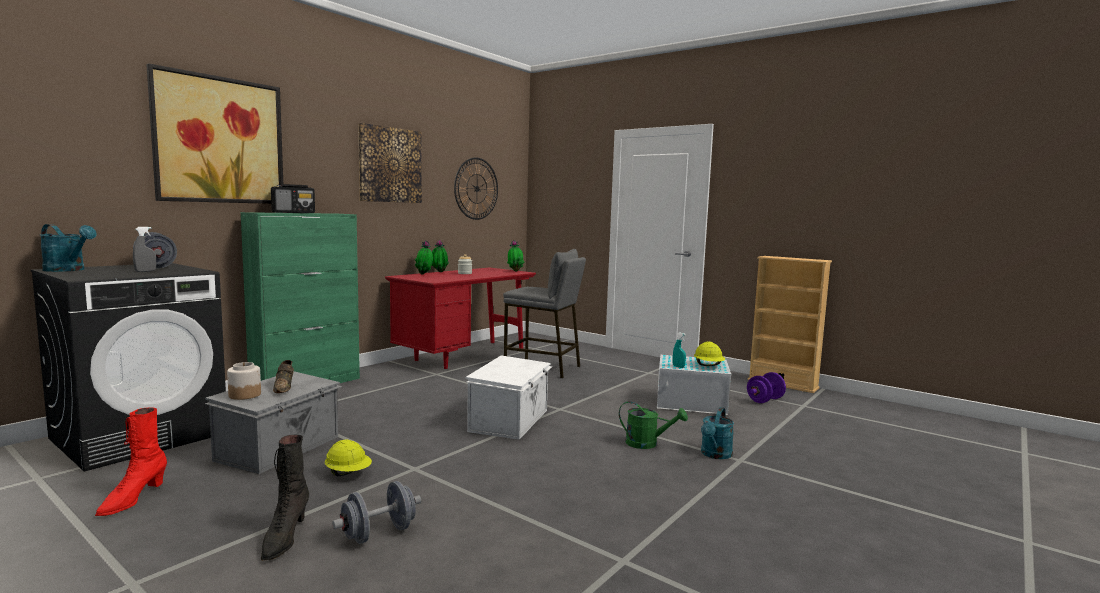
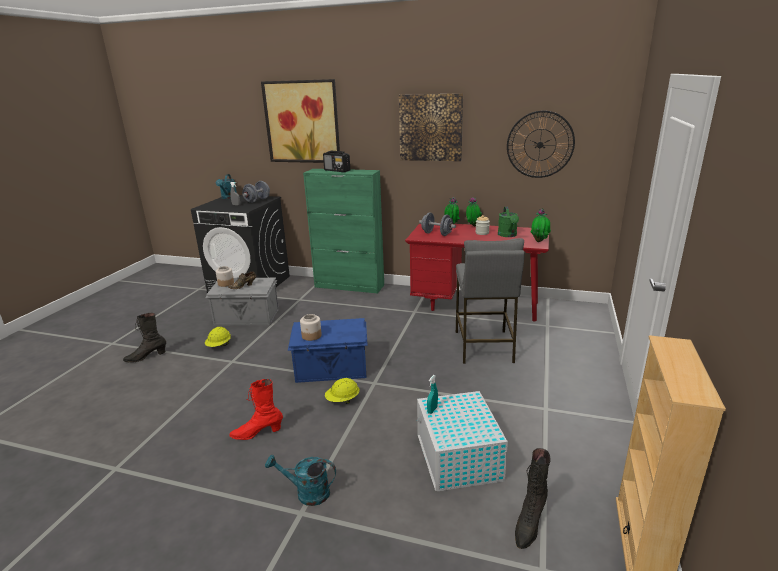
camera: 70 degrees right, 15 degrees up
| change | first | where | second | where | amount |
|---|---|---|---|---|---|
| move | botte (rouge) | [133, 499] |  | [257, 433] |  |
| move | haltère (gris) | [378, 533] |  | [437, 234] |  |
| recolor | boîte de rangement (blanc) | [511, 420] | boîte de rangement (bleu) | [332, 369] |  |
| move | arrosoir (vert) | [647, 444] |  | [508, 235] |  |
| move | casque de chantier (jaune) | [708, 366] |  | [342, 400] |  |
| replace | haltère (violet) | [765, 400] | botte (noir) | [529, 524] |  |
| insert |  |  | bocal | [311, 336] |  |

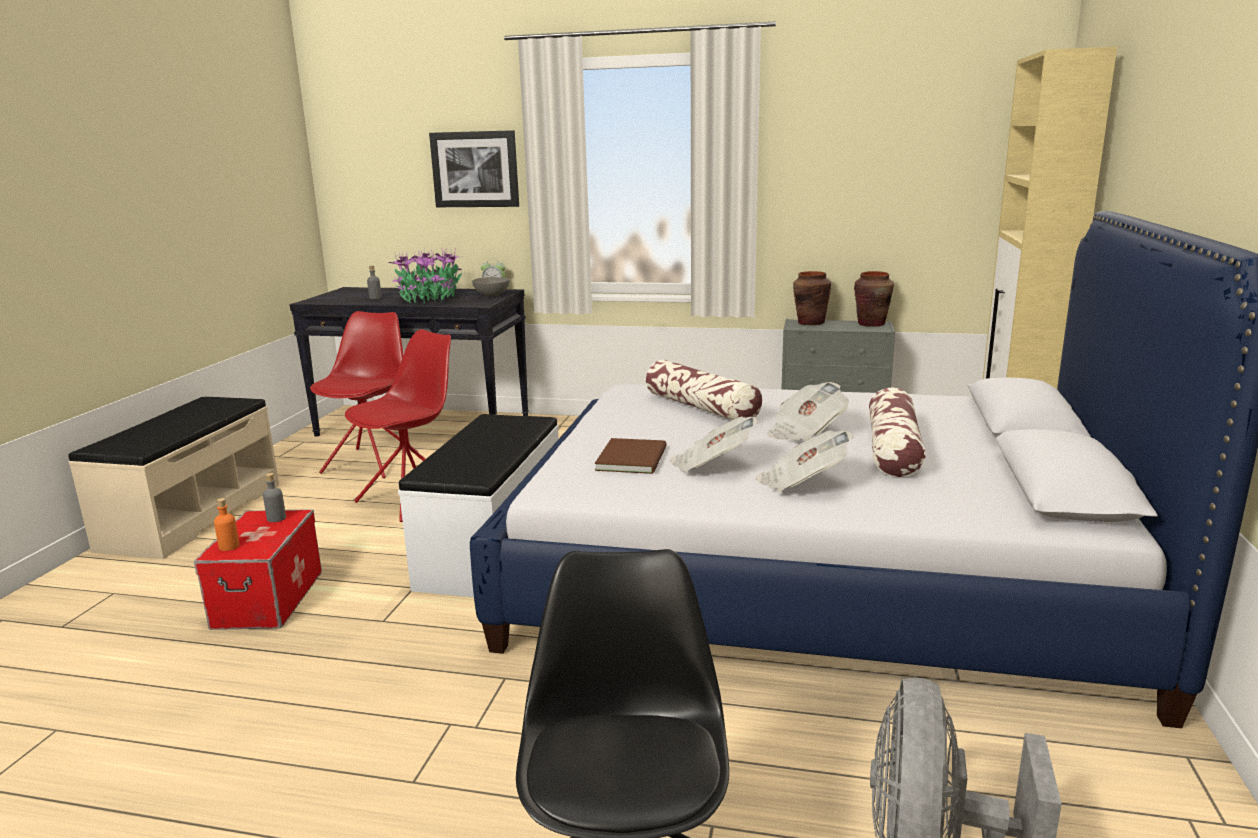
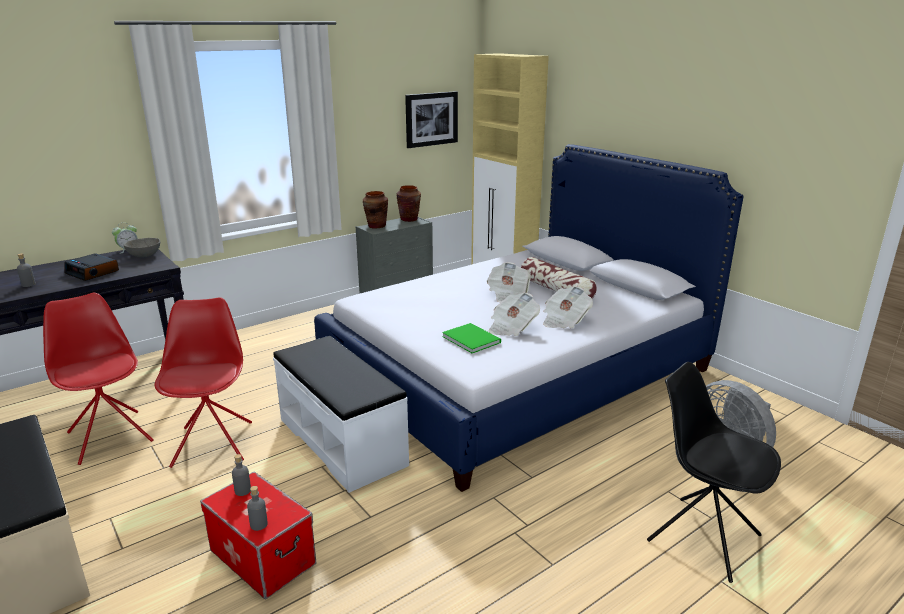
camera: 50 degrees left, 5 degrees up
| change | first | where | second | where | amount |
|---|---|---|---|---|---|
| recolor | bouteille (orange) | [229, 546] | bouteille (gris) | [259, 524] |  |
| replace | plante en pot | [429, 299] | réveil | [93, 272] |  |
| move | tableau | [475, 169] |  | [431, 119] |  |
| recolor | livre (marron) | [634, 458] | livre (vert) | [471, 338] |  |
| delete | coussin | [701, 408] |  |  |  |

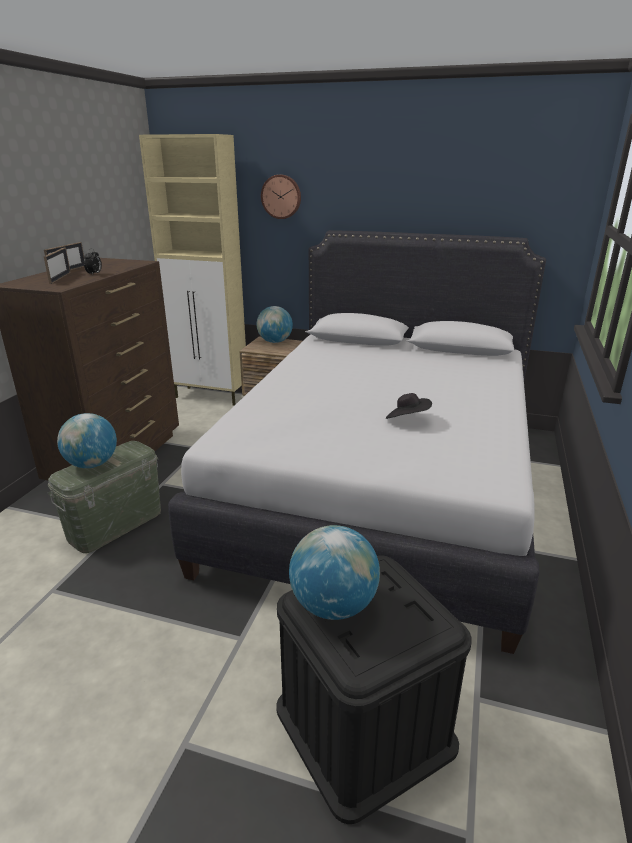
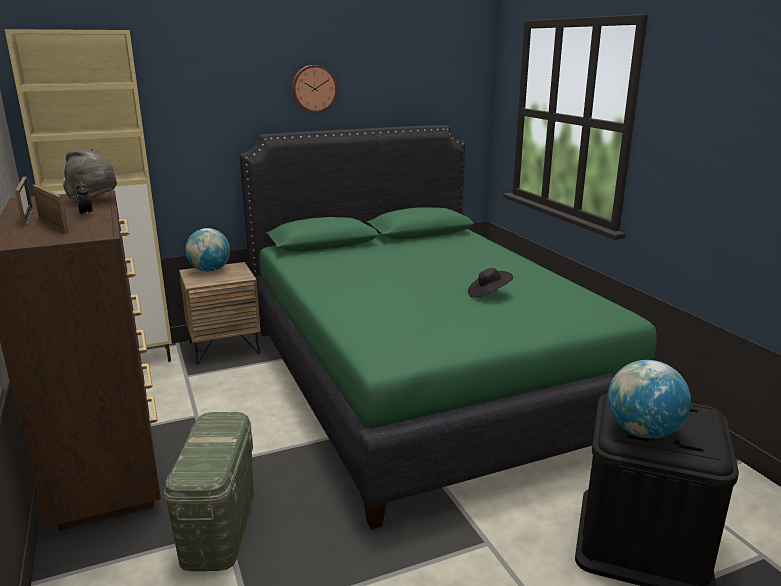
camera: 40 degrees left, 5 degrees down
| change | first | where | second | where | amount |
|---|---|---|---|---|---|
| delete | globe | [92, 464] |  |  |  |
| recolor | lit (blanc) | [381, 487] | lit (vert) | [422, 380] |  |
| move | horloge murale | [281, 196] |  | [313, 88] |  |
| insert |  |  | chapeau (gris) | [95, 201] |  |

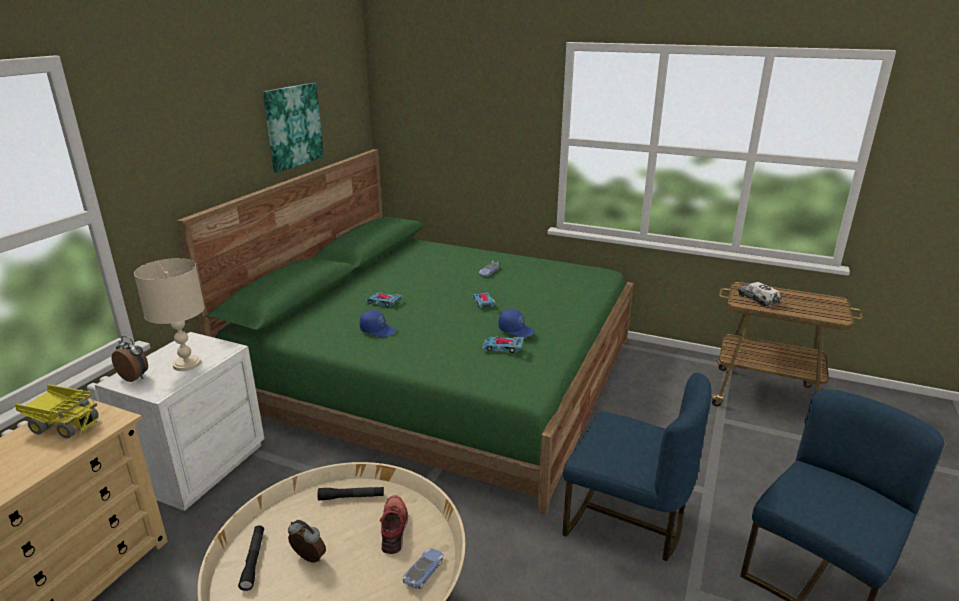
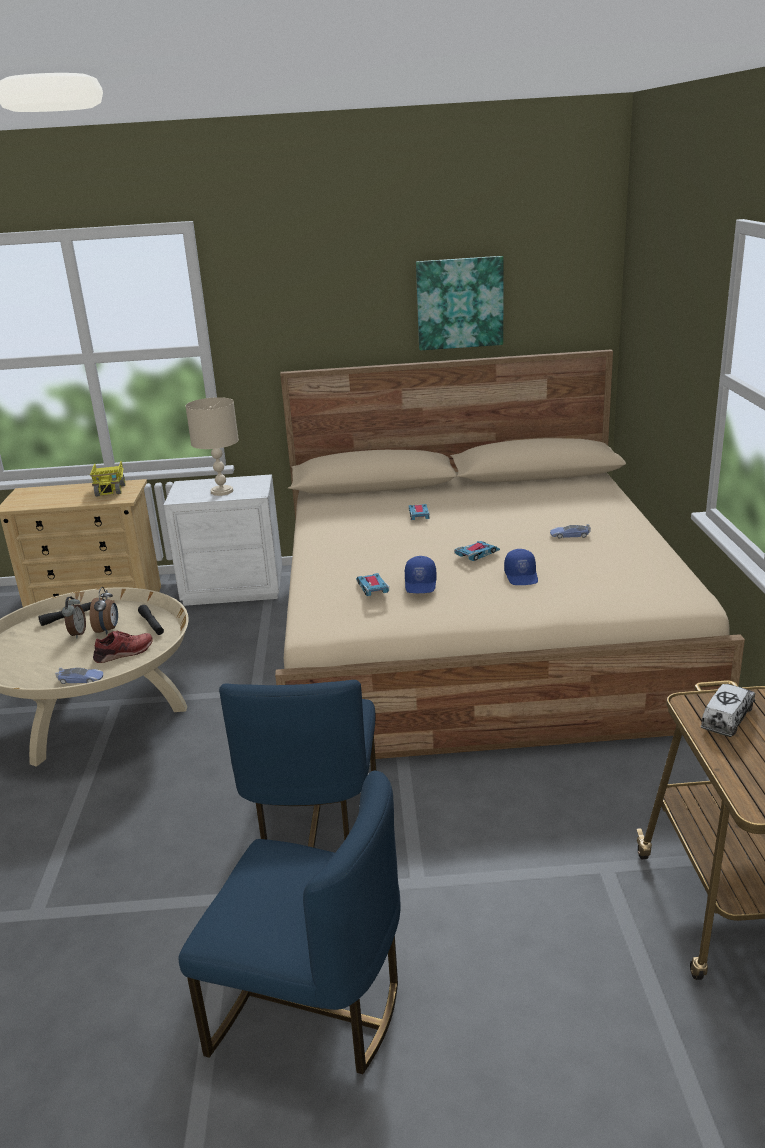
camera: 65 degrees right, 0 degrees up
| change | first | where | second | where | amount |
|---|---|---|---|---|---|
| move | réveil | [135, 377] |  | [108, 630] |  |
| recolor | lit (vert) | [441, 374] | lit (beige) | [475, 633] |  |
| move | casquette (bleu) | [378, 330] |  | [522, 576] |  |

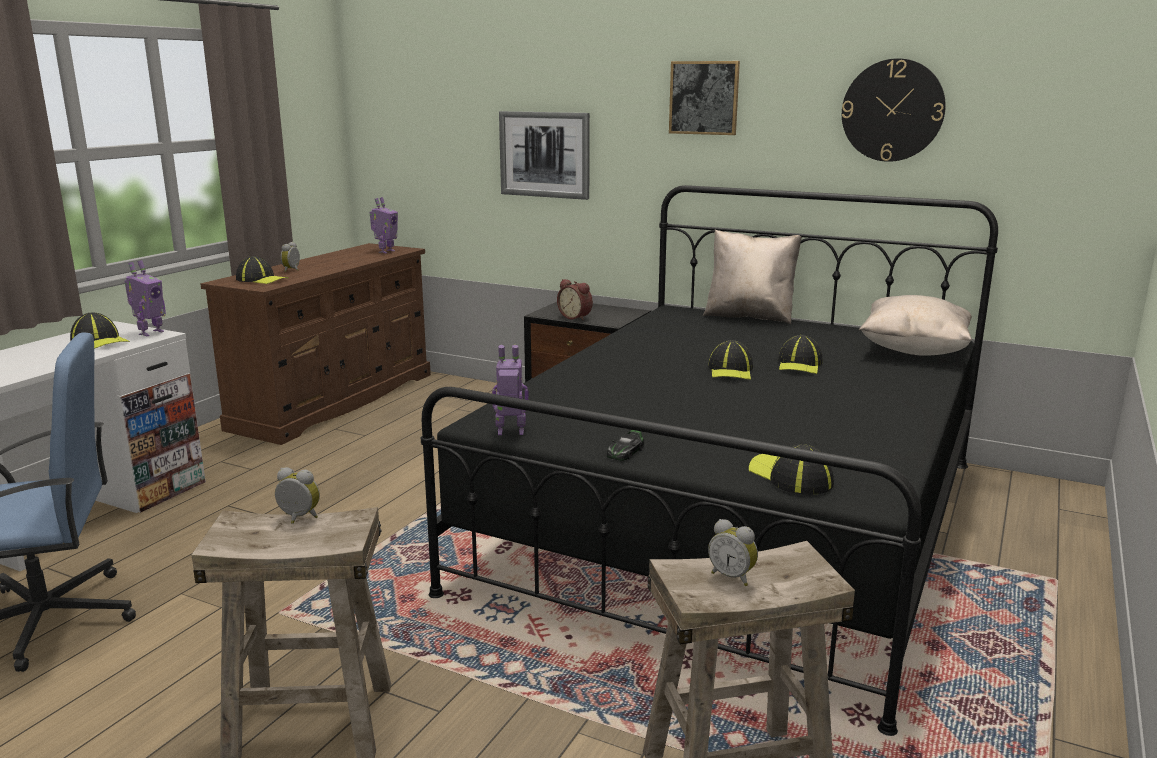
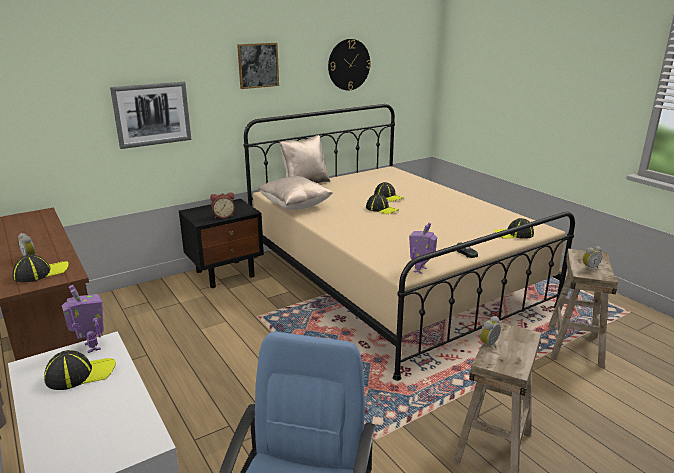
camera: 60 degrees left, 5 degrees up
| change | first | where | second | where | amount |
|---|---|---|---|---|---|
| delete | robot jouet | [385, 251] |  |  |  |
| recolor | lit (noir) | [735, 521] | lit (beige) | [391, 280] |  |
| move | coussin (beige) | [914, 351] |  | [295, 206] |  |

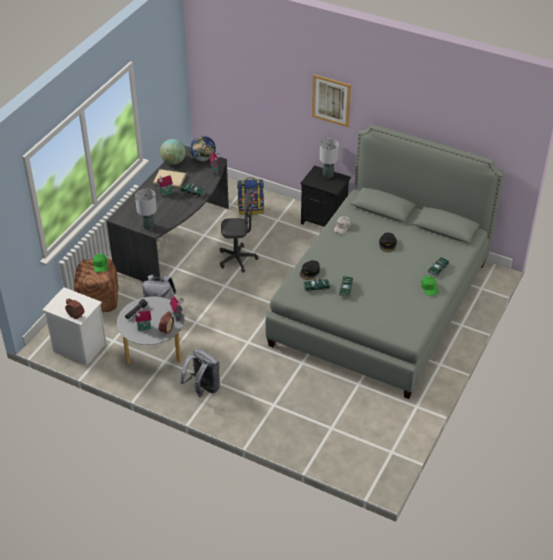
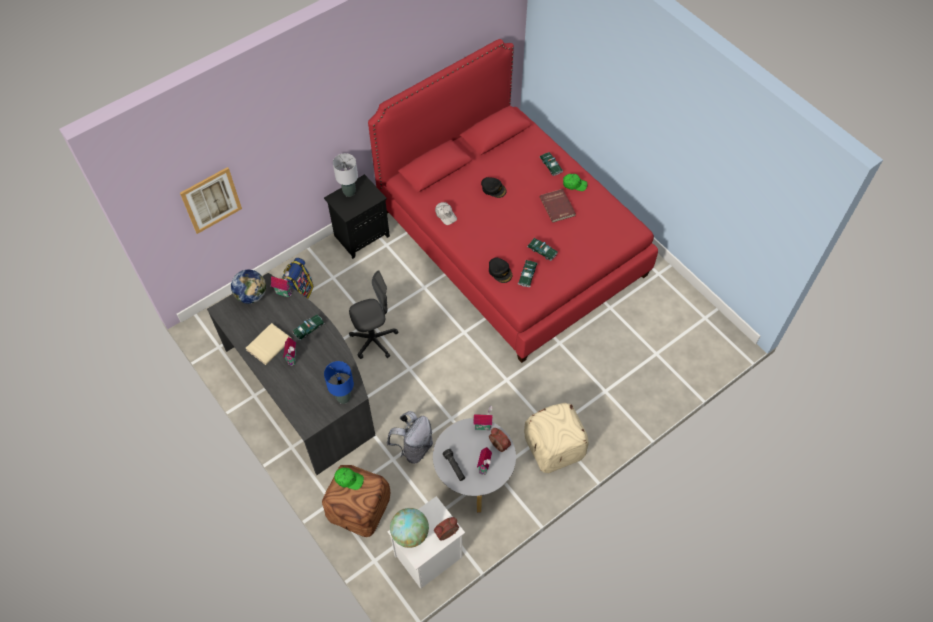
camera: 65 degrees left, 15 degrees up
| change | first | where | second | where | amount |
|---|---|---|---|---|---|
| recolor | lampe de table (gris) | [148, 226] | lampe de table (bleu) | [343, 398] |  |
| move | globe | [173, 162] |  | [410, 534] |  |
| replace | sac à dos (gris) | [203, 388] | pouf (beige) | [553, 448] |  |
| rotate | chaise de bureau (gris) | [237, 259] |  | [374, 340] | 45 degrees clockwise |
| recolor | lit (gris) | [380, 303] | lit (rouge) | [511, 242] |  |
| move | tableau | [331, 100] |  | [211, 200] |  |
| insert |  |  | livre (rouge) | [558, 206] |  |

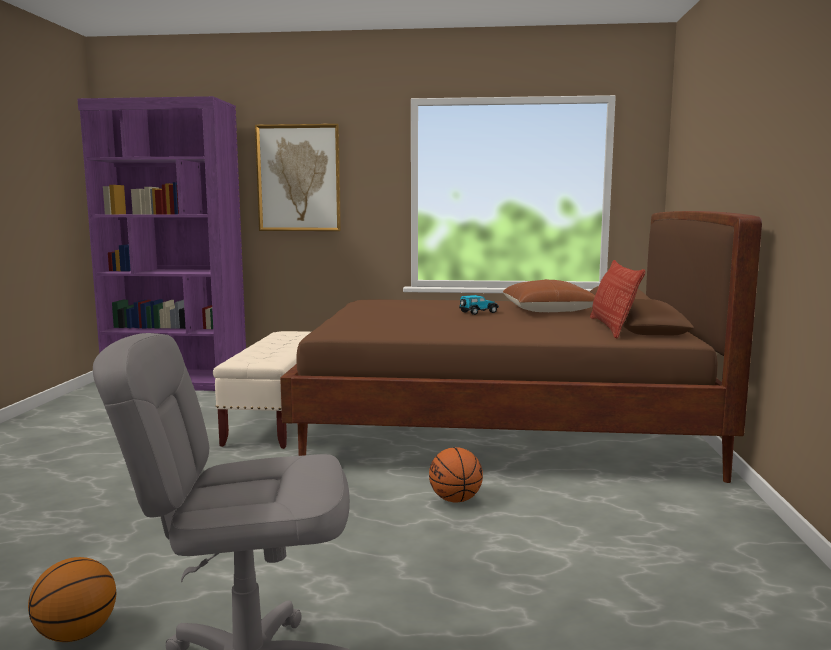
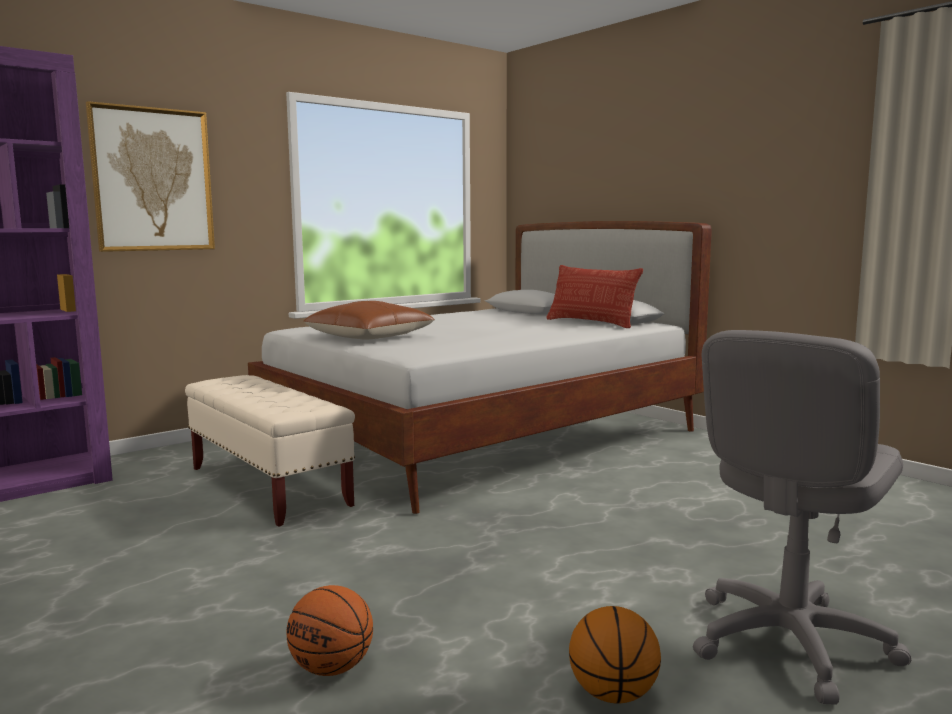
camera: 45 degrees left, 0 degrees up
| change | first | where | second | where | amount |
|---|---|---|---|---|---|
| recolor | lit (marron) | [500, 426] | lit (blanc) | [482, 437] |  |
| move | ballon de basket | [455, 500] |  | [331, 668] |  |
| delete | petite voiture | [477, 312] |  |  |  |
| move | coussin (marron) | [548, 310] |  | [369, 337] |  |

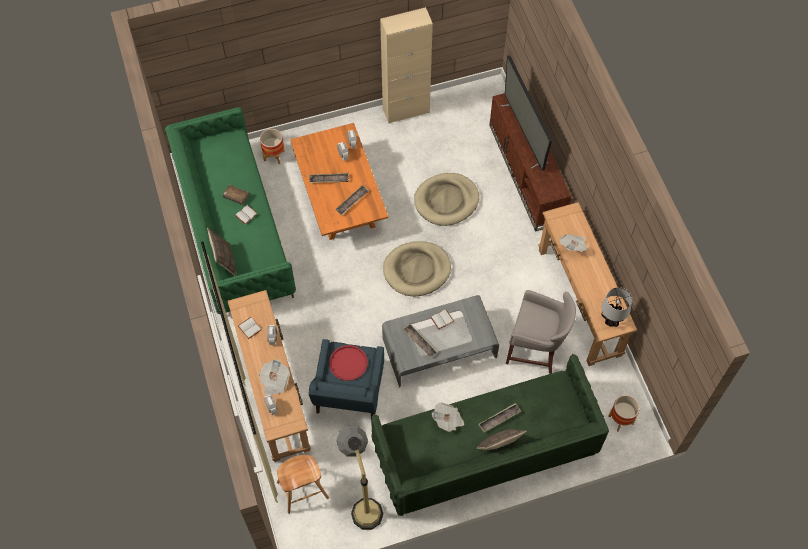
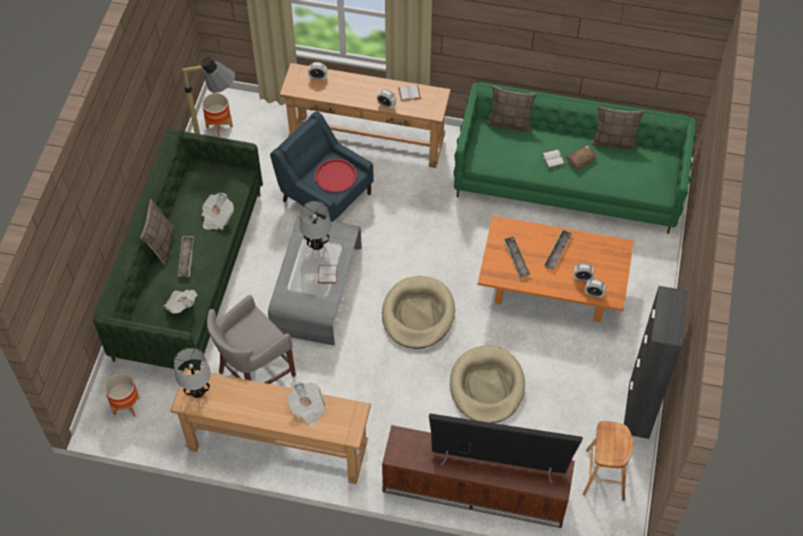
camera: 120 degrees right, 5 degrees down
| change | first | where | second | where | amount |
|---|---|---|---|---|---|
| move | journal | [274, 381] |  | [181, 305] |  |
| move | cache-pot | [274, 156] |  | [219, 126] |  |
| move | tabouret (marron) | [302, 490] |  | [605, 474] |  |
| recolor | meuble de rangement (beige) | [406, 110] | meuble de rangement (noir) | [639, 410] |  |
| replace | plateau | [420, 341] | lampe de table | [317, 244] |  |
| insert |  |  | coussin | [614, 142] |  |

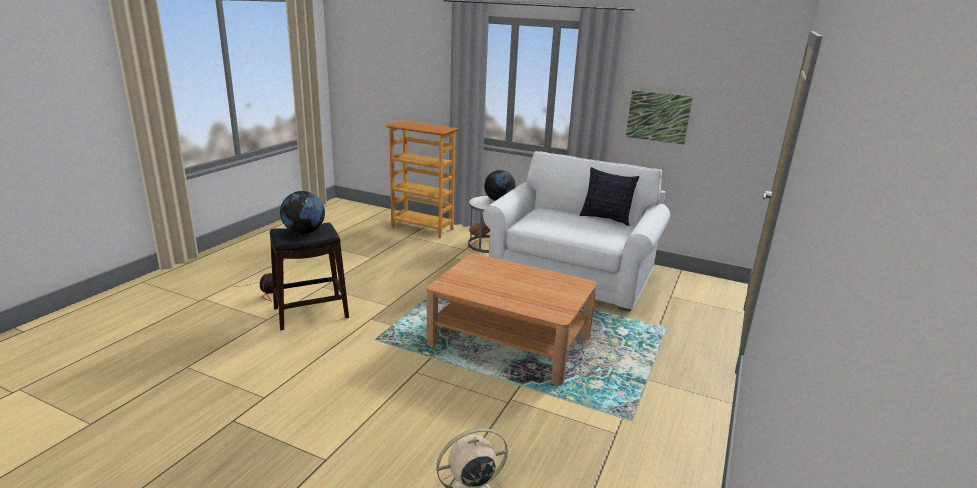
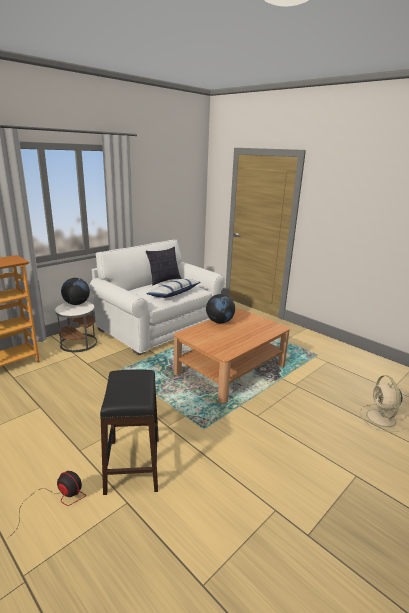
camera: 70 degrees left, 0 degrees up
| change | first | where | second | where | amount |
|---|---|---|---|---|---|
| move | globe | [304, 232] |  | [219, 322] |  |
| delete | tableau | [658, 117] |  |  |  |
| insert |  |  | coussin | [174, 293] |  |

